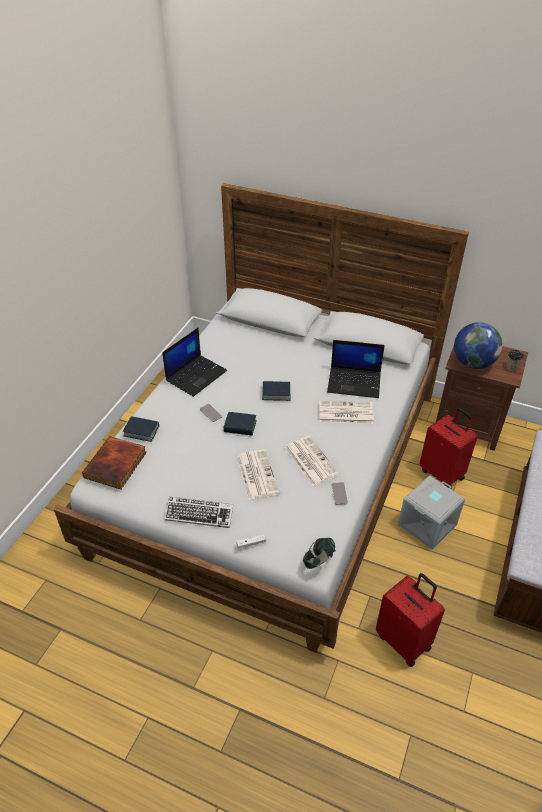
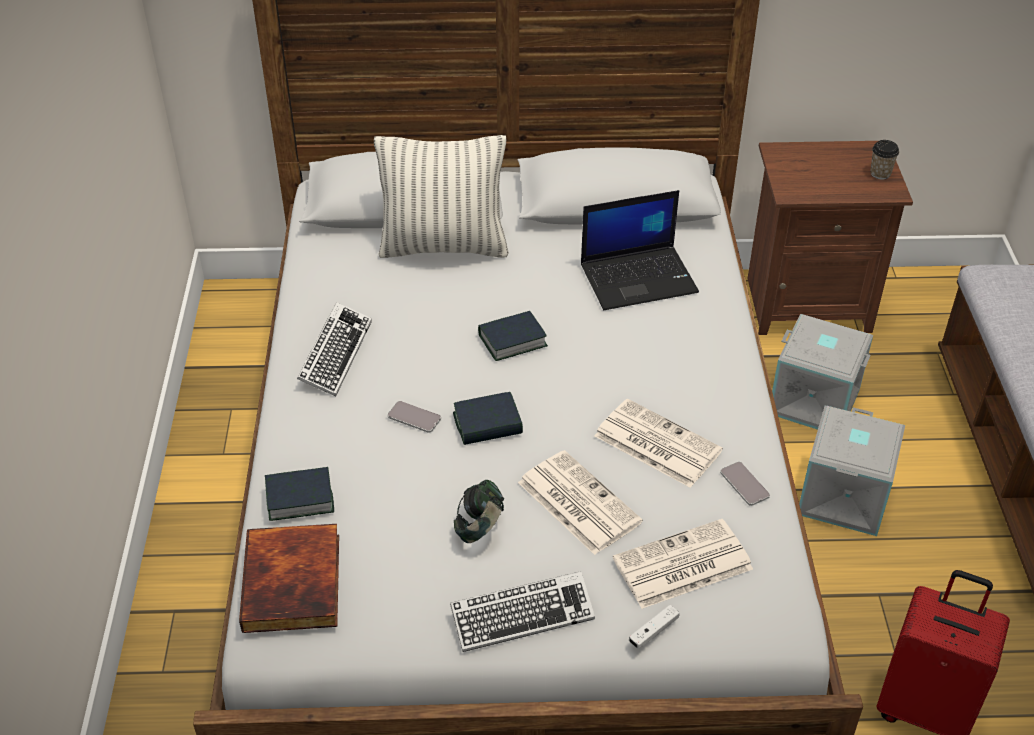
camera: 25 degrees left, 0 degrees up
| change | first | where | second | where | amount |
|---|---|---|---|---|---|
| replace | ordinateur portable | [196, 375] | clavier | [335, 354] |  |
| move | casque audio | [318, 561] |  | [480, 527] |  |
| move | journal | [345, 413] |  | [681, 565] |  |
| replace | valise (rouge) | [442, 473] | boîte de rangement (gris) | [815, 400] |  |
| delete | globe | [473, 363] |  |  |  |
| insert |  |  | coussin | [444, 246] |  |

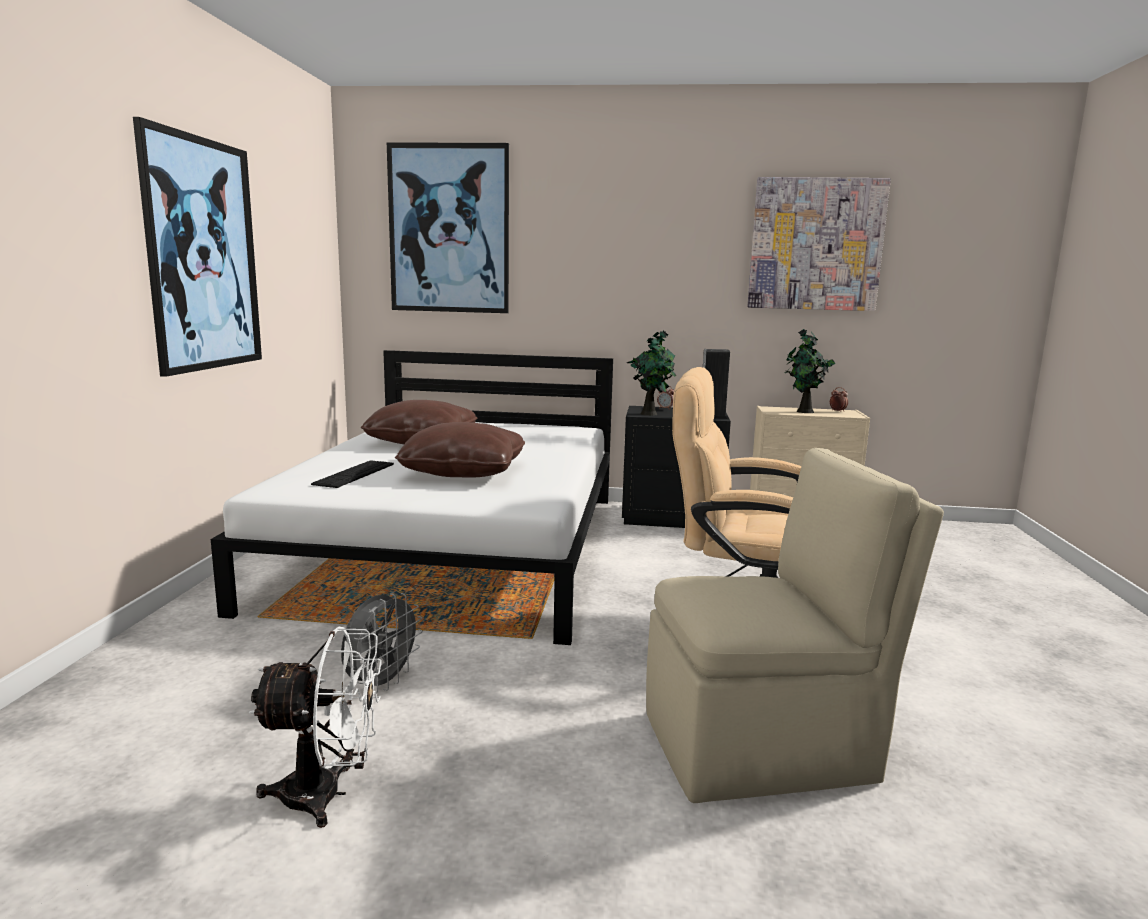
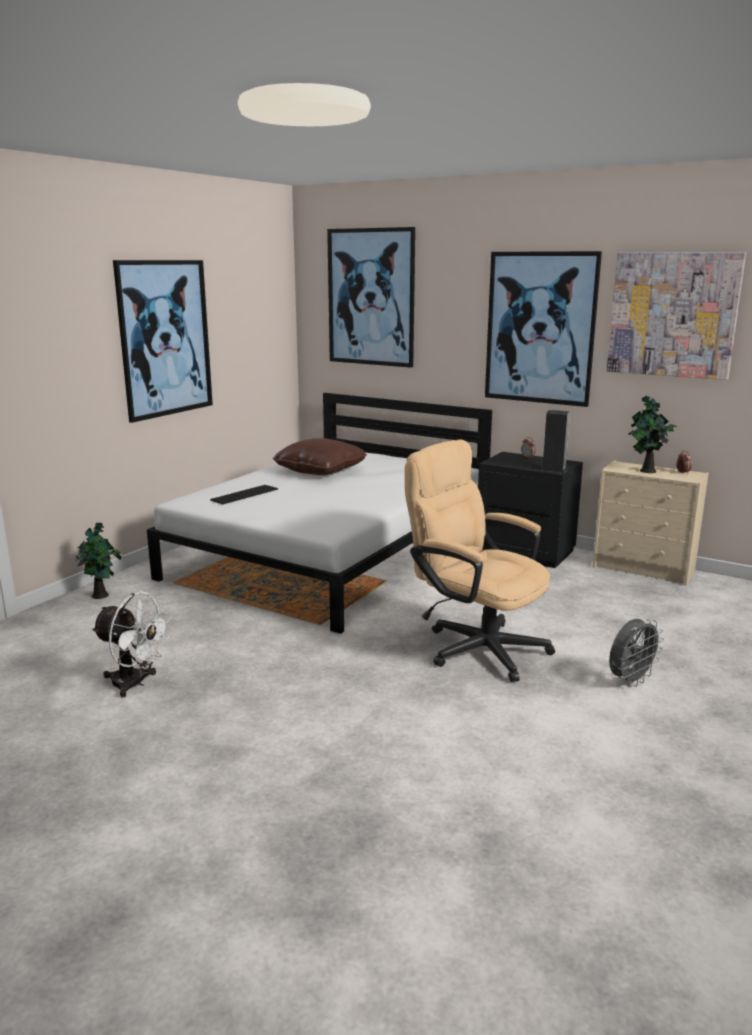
camera: 25 degrees right, 5 degrees up
| change | first | where | second | where | amount |
|---|---|---|---|---|---|
| move | ventilateur (gris) | [381, 683] |  | [630, 680] |  |
| delete | coussin (marron) | [463, 472] |  |  |  |
| move | plante en pot | [650, 414] |  | [101, 595] |  |
| delete | chaise (beige) | [763, 746] |  |  |  |
| insert |  |  | tableau | [540, 328] |  |

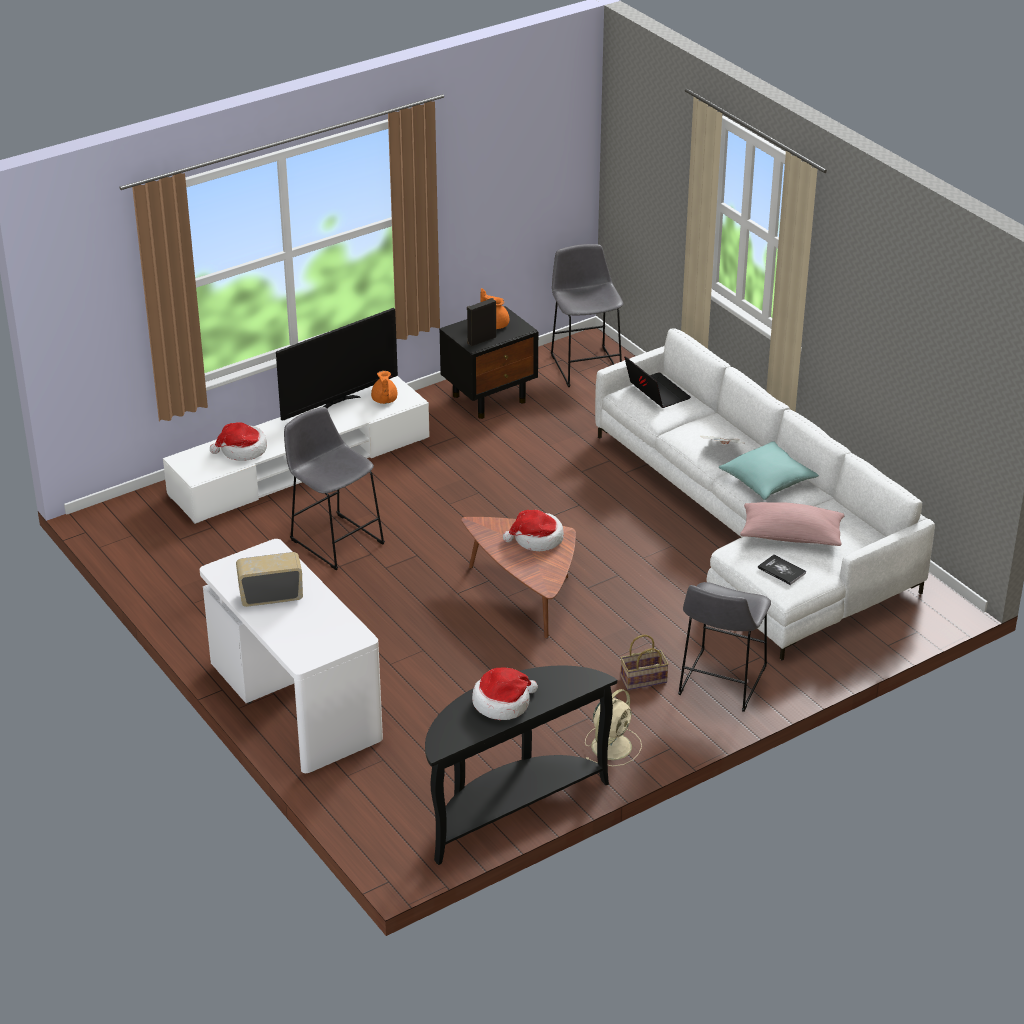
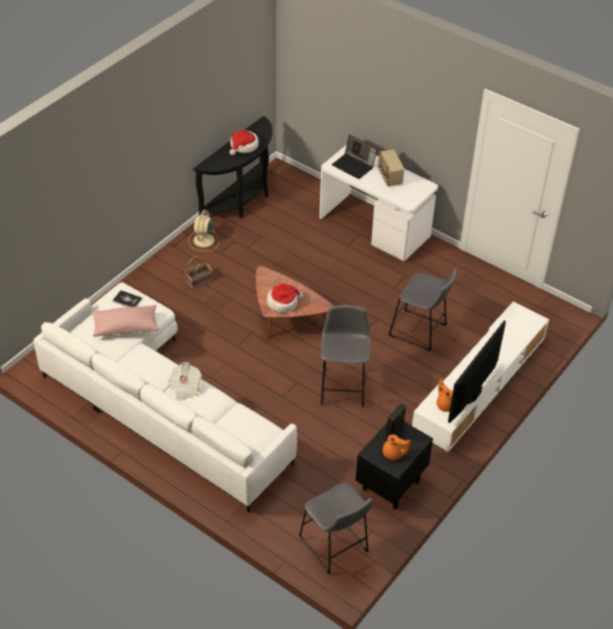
camera: 160 degrees right, 10 degrees up
| change | first | where | second | where | amount |
|---|---|---|---|---|---|
| delete | chapeau | [242, 450] |  |  |  |
| rotate | radio | [271, 596] |  | [389, 177] | 105 degrees clockwise |
| move | ordinateur portable | [655, 392] |  | [354, 166] |  |
| move | tabouret (gris) | [720, 683] |  | [343, 385] |  |
| delete | coussin (turquoise) | [767, 481] |  |  |  |

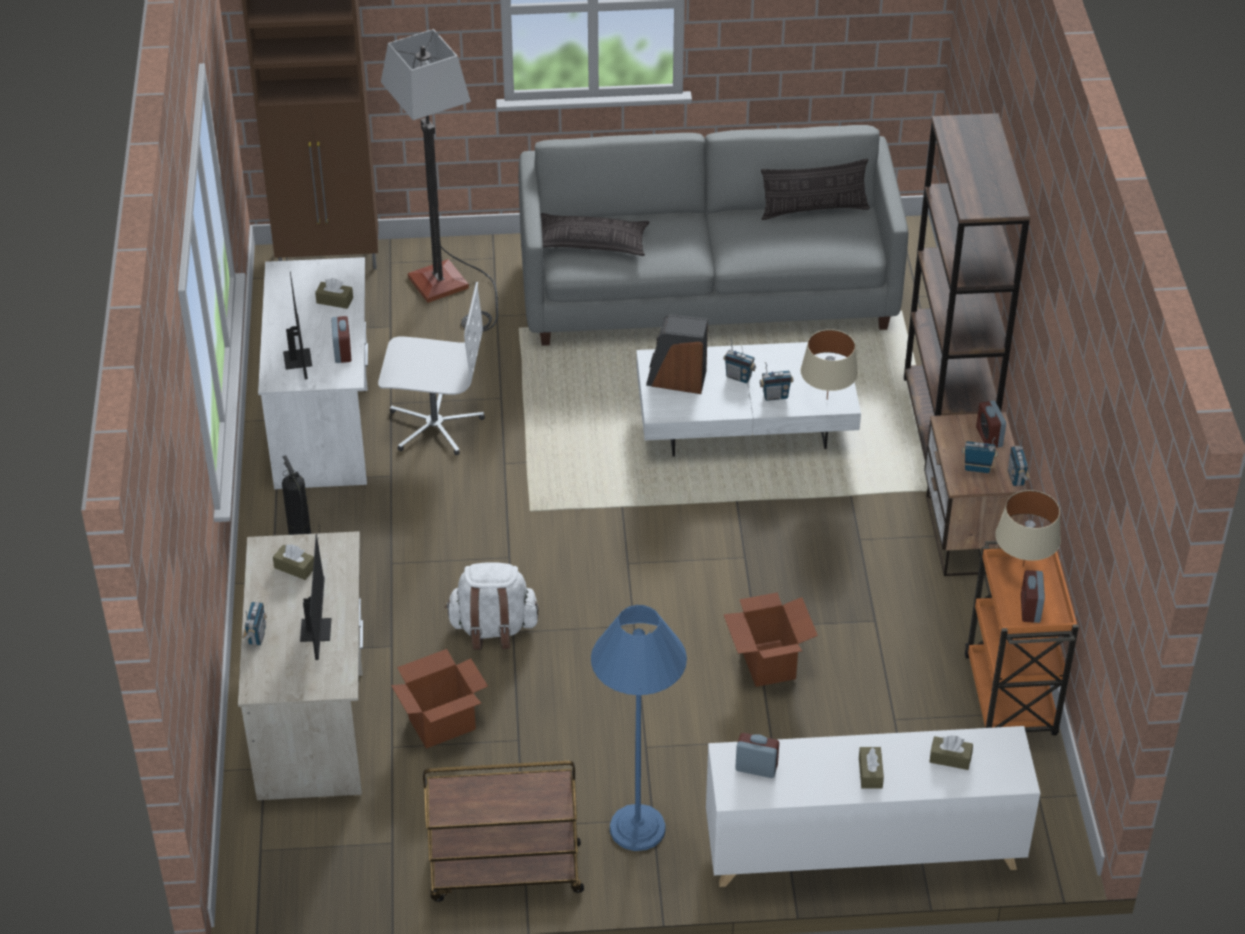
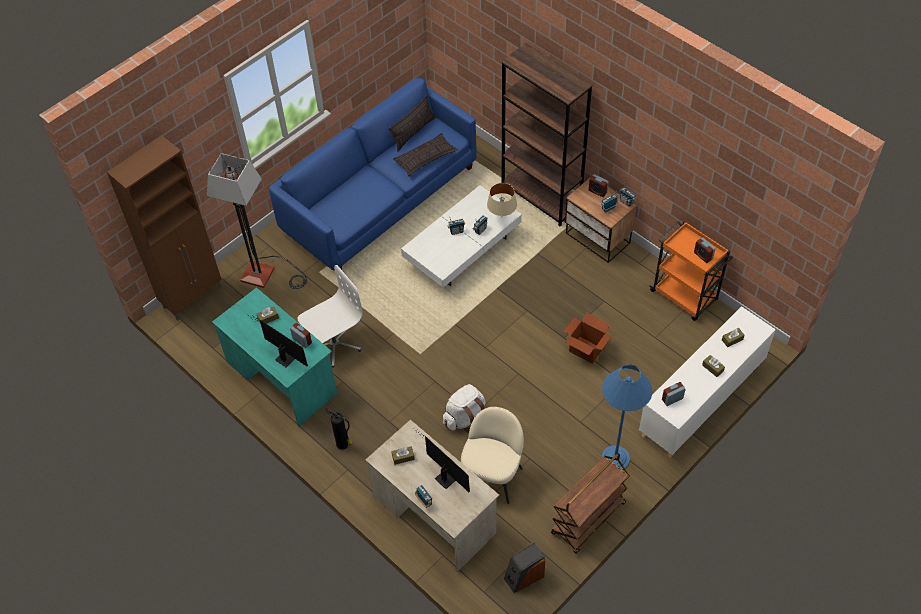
camera: 40 degrees left, 10 degrees up
| change | first | where | second | where | amount |
|---|---|---|---|---|---|
| recolor | bureau (blanc) | [322, 419] | bureau (turquoise) | [281, 377] |  |
| replace | carton | [442, 724] | chaise (beige) | [492, 476] |  |
| recolor | canapé (gris) | [708, 291] | canapé (bleu) | [380, 199] |  |
| move | coussin | [592, 242] |  | [425, 157] |  |
| move | enceinte | [676, 379] |  | [524, 576] |  |
| delete | lampe de table (beige) | [1022, 566] |  |  |  |

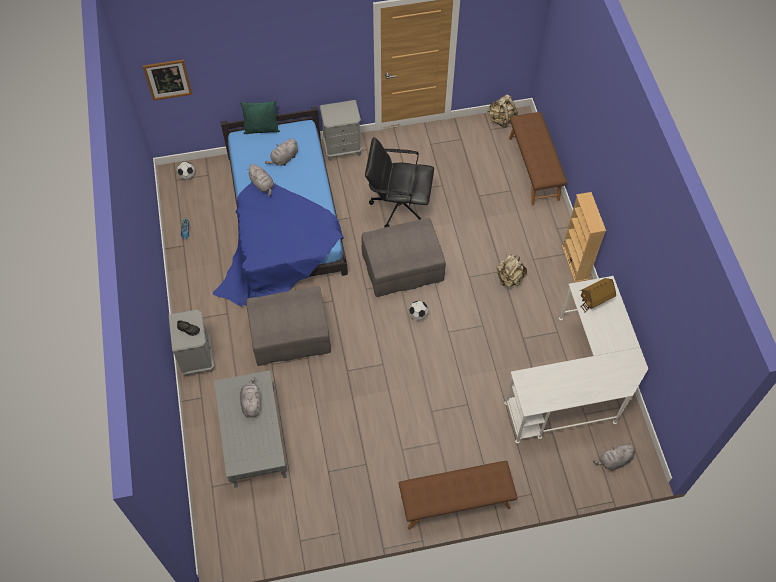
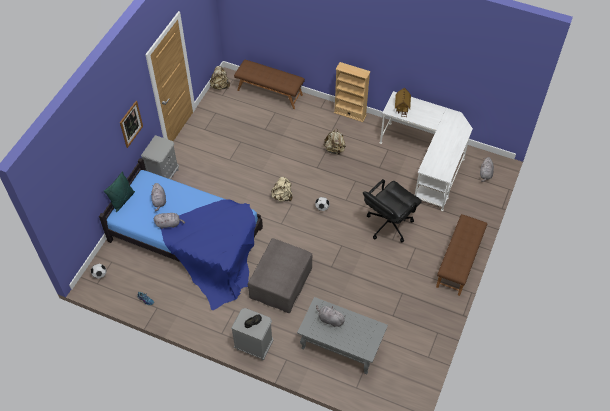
camera: 55 degrees left, 5 degrees down
| change | first | where | second | where | amount |
|---|---|---|---|---|---|
| move | tableau | [168, 79] |  | [131, 124] |  |
| replace | pouf (gris) | [402, 268] | sac à dos (beige) | [282, 196] |  |
| move | chaise de bureau (noir) | [398, 206] |  | [388, 224] |  |

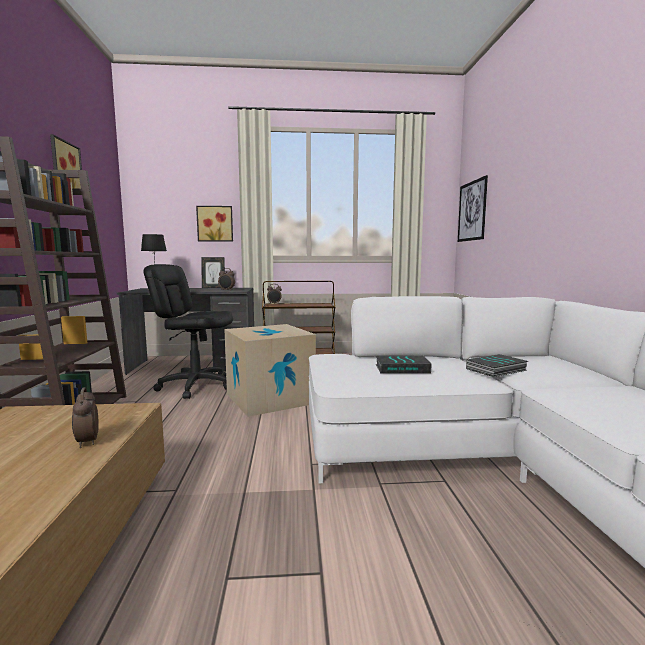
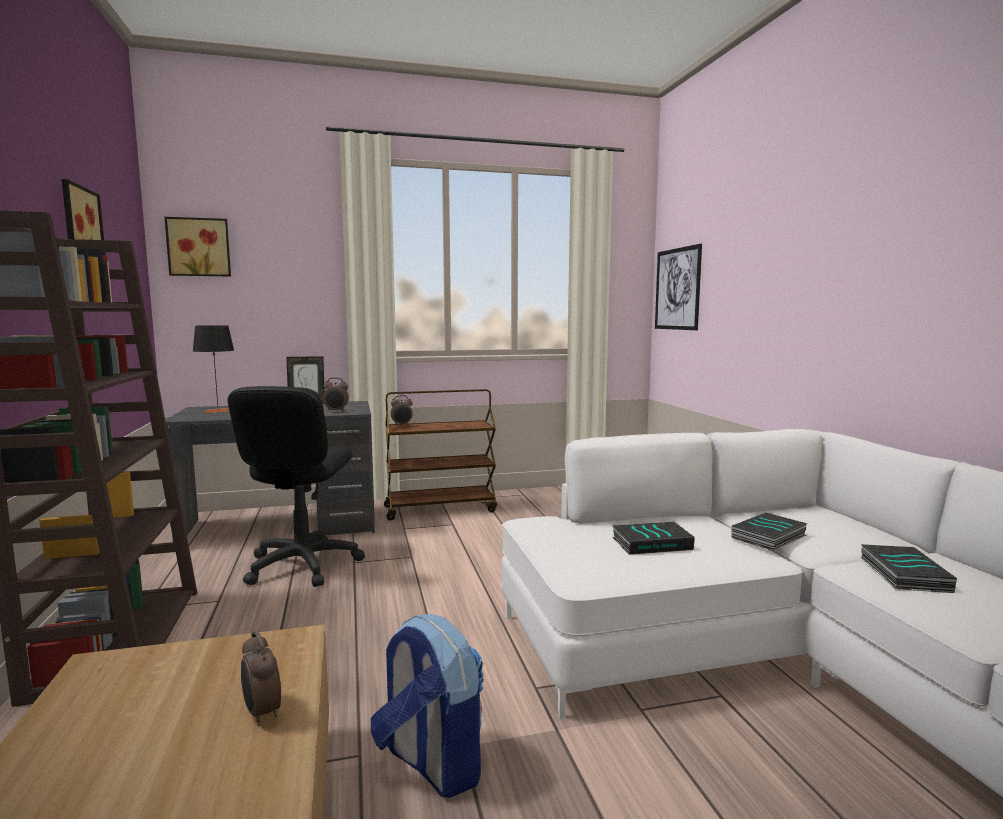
camera: 10 degrees left, 0 degrees up
| change | first | where | second | where | amount |
|---|---|---|---|---|---|
| rotate | chaise de bureau (noir) | [196, 386] |  | [302, 565] | 90 degrees counterclockwise |
| move | tableau | [215, 224] |  | [199, 247] |  |
| delete | carton | [269, 398] |  |  |  |
| insert |  |  | sac à dos | [431, 763] |  |
| insert |  |  | livre | [902, 573] |  |

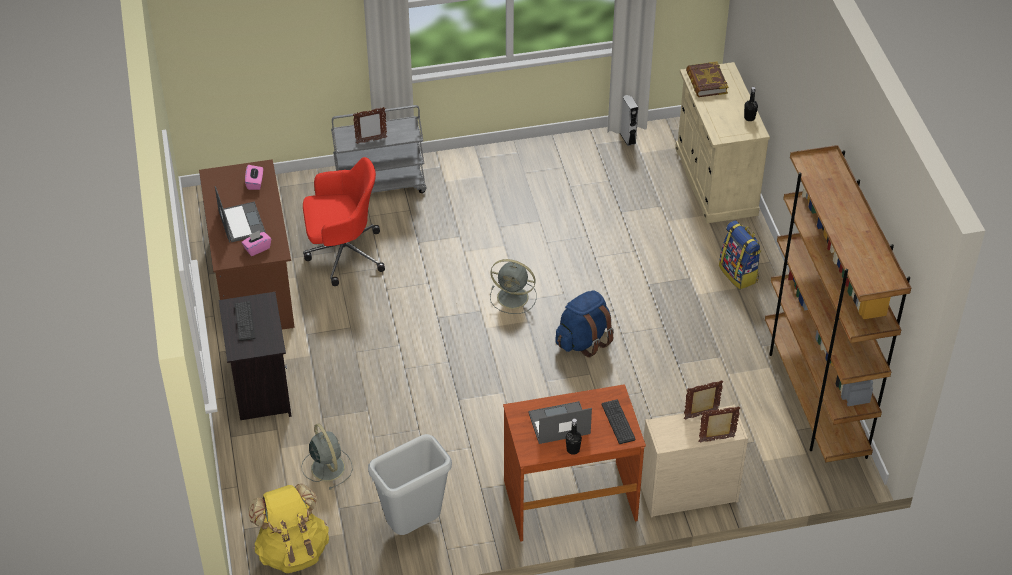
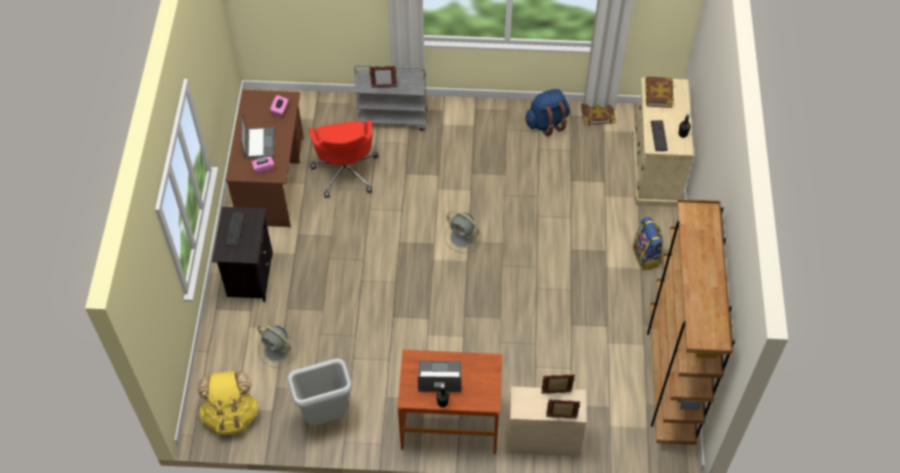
camera: 15 degrees right, 10 degrees up
| change | first | where | second | where | amount |
|---|---|---|---|---|---|
| rotate | ventilateur (gris) | [327, 466] |  | [278, 351] | 135 degrees clockwise |
| rotate | chaise de bureau (rouge) | [343, 253] |  | [346, 171] | 75 degrees clockwise |
| move | sac à dos (bleu) | [583, 340] |  | [547, 123] |  |
| move | clavier | [618, 422] |  | [659, 136] |  |
| replace | enceinte (gris) | [627, 137] | livre | [597, 114] |  |

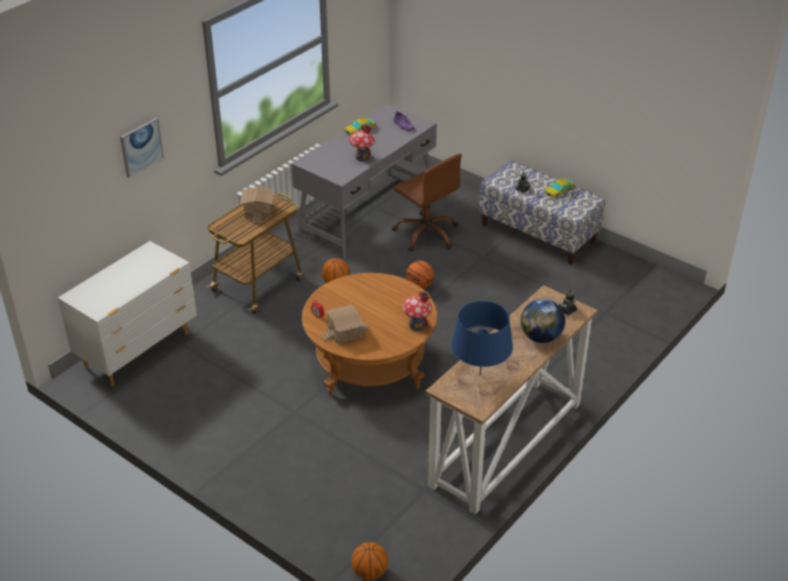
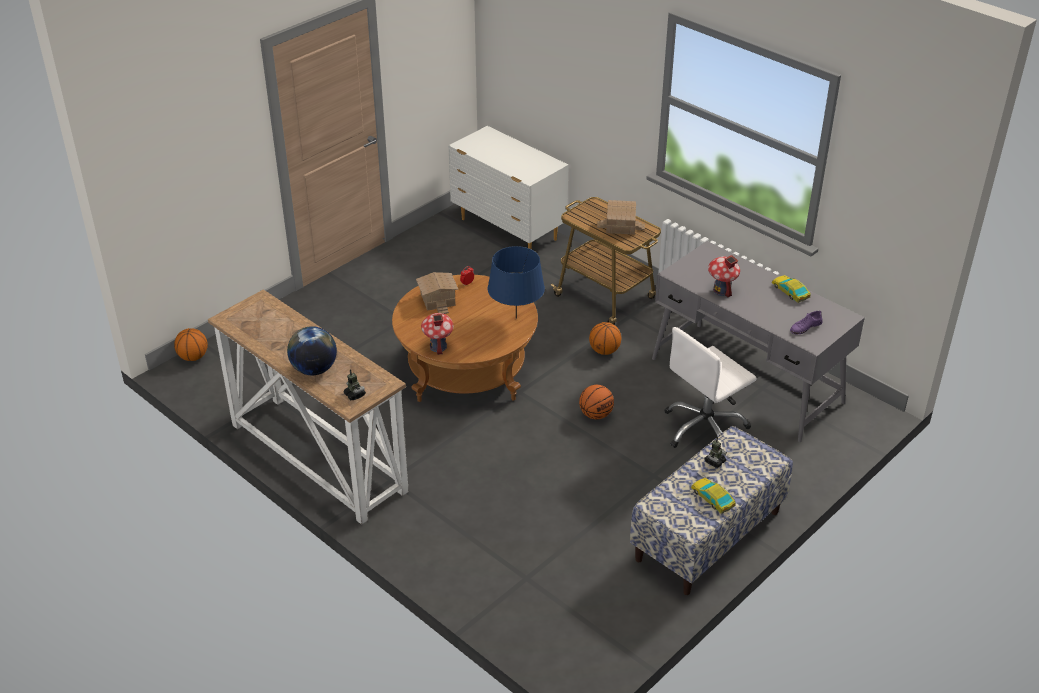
camera: 95 degrees right, 0 degrees up
| change | first | where | second | where | amount |
|---|---|---|---|---|---|
| delete | tableau | [141, 147] |  |  |  |
| recolor | chaise de bureau (marron) | [426, 233] | chaise de bureau (blanc) | [705, 428] |  |
| move | lampe de table (bleu) | [479, 375] |  | [516, 318] |  |

